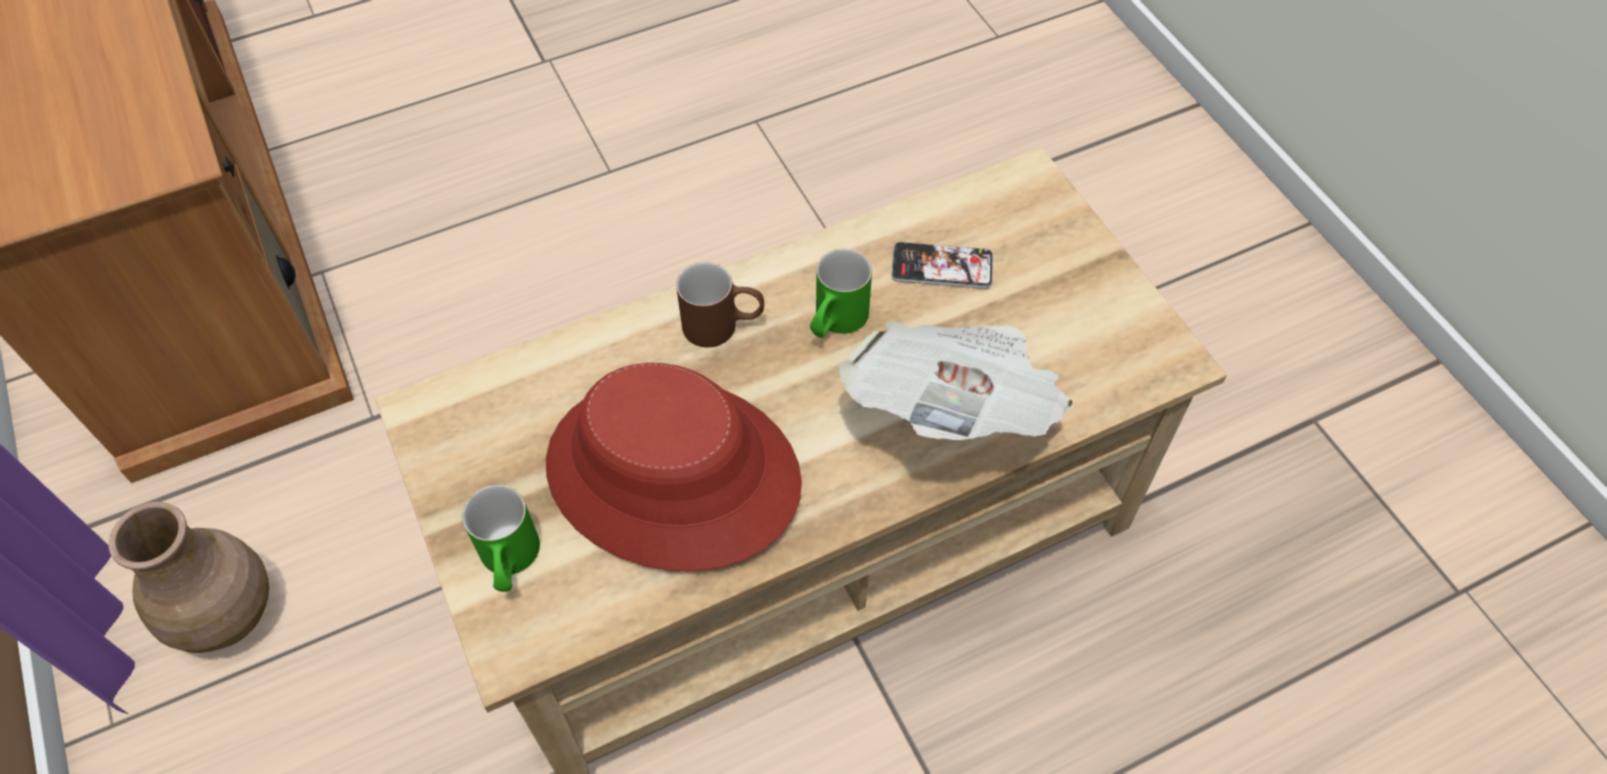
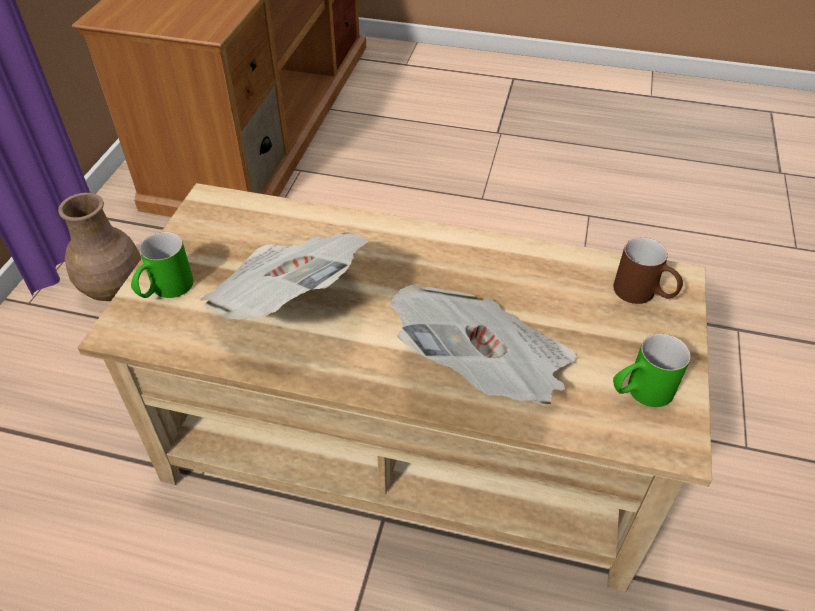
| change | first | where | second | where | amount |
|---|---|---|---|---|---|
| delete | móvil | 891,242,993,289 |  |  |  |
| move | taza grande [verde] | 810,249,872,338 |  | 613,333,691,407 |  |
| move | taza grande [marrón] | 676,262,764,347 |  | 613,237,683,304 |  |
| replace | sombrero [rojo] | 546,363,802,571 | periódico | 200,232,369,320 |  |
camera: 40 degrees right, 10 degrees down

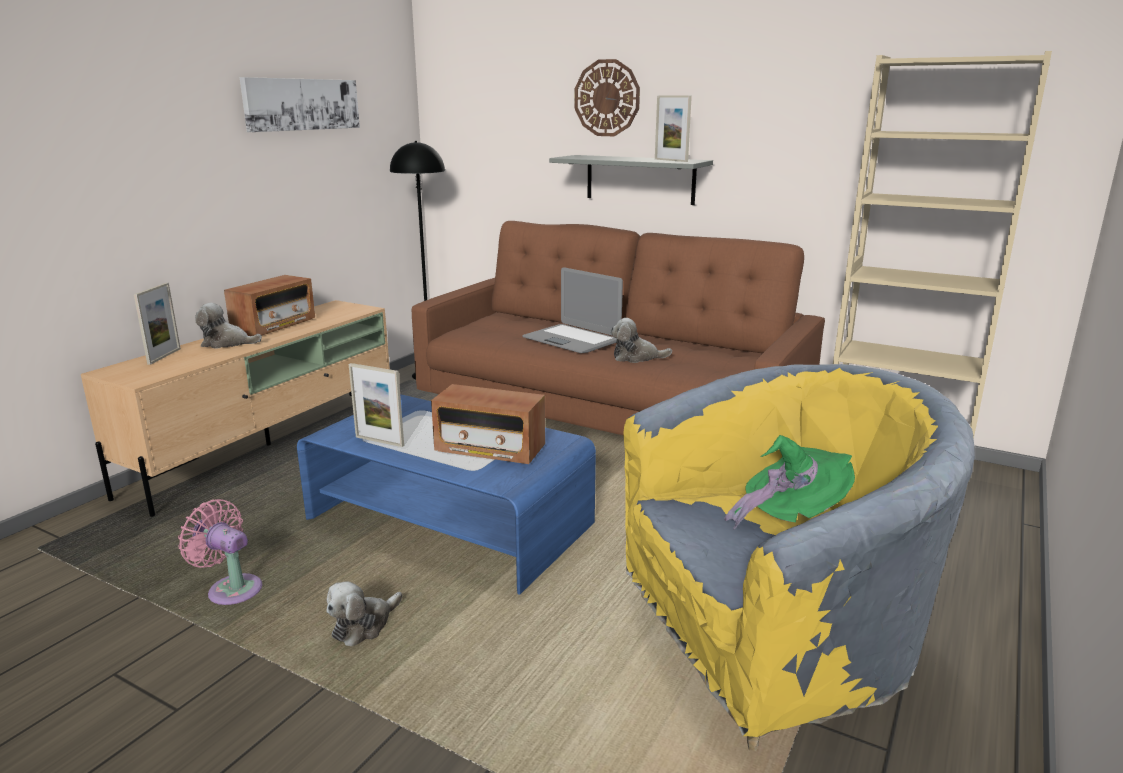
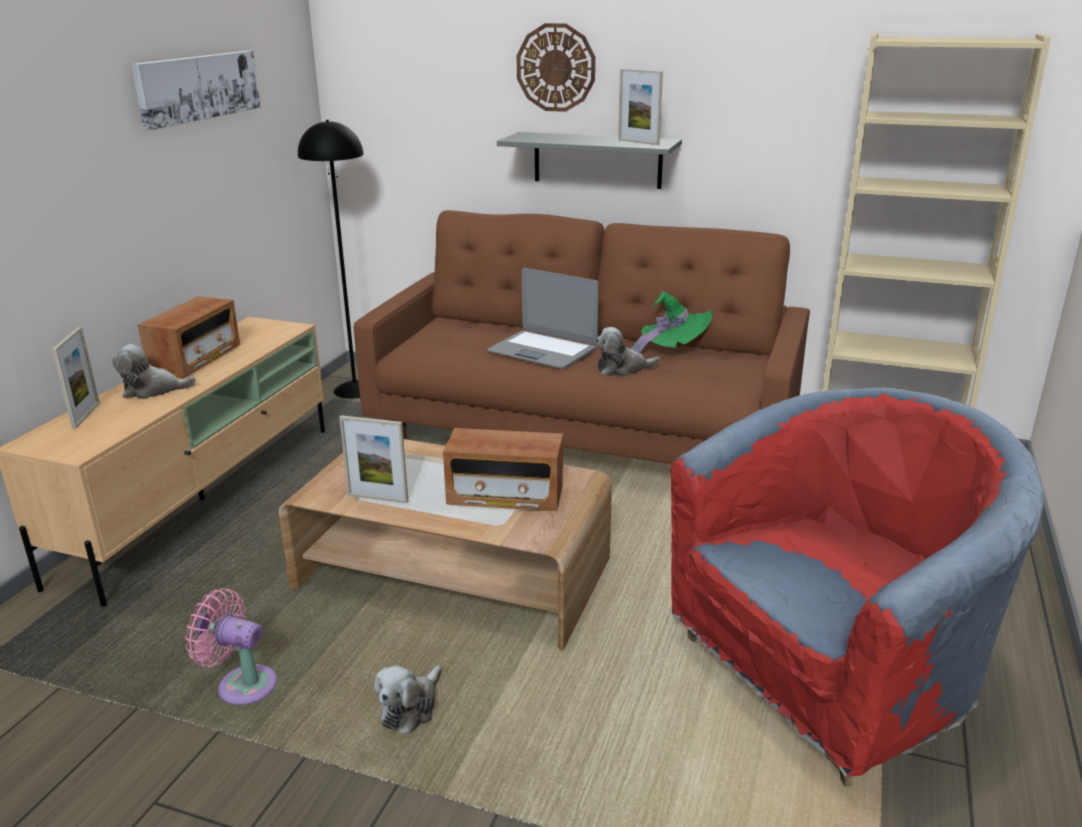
| change | first | where | second | where | amount |
|---|---|---|---|---|---|
| recolor | sillón [amarillo] | 623,364,975,751 | sillón [rojo] | 670,388,1044,787 |  |
| recolor | mesa de centro [azul] | 297,394,596,594 | mesa de centro [marrón] | 279,439,612,651 |  |
| move | sombrero [verde] | 724,435,855,530 |  | 631,291,712,353 |  |
camera: 10 degrees left, 5 degrees up

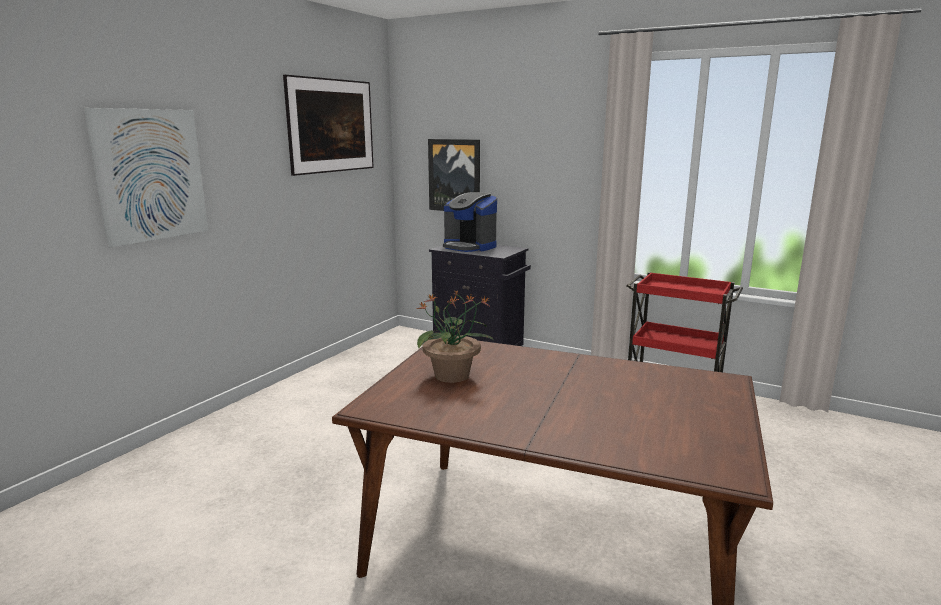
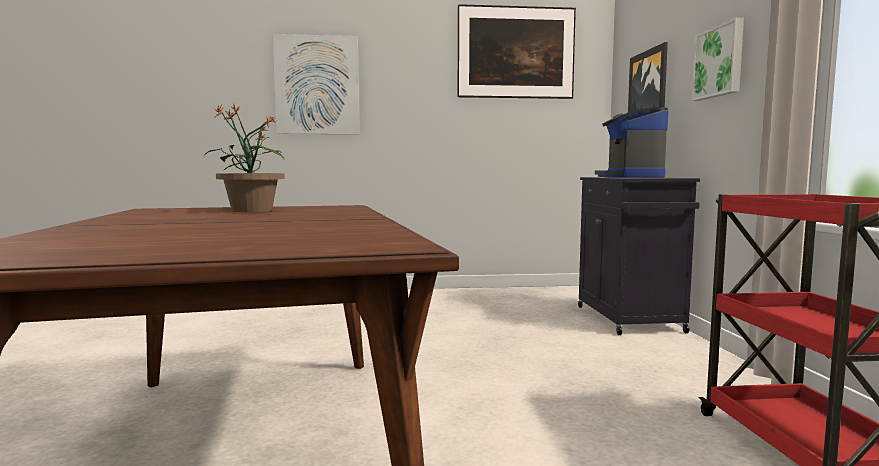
| change | first | where | second | where | amount |
|---|---|---|---|---|---|
| insert |  |  | cuadro | 691,18,744,101 |  |
camera: 55 degrees right, 10 degrees down

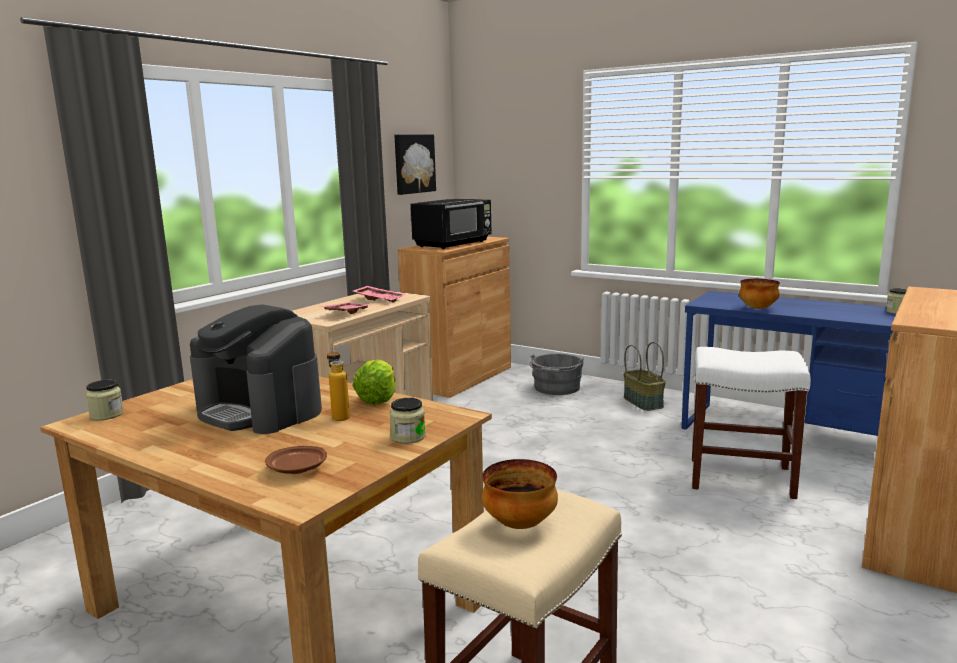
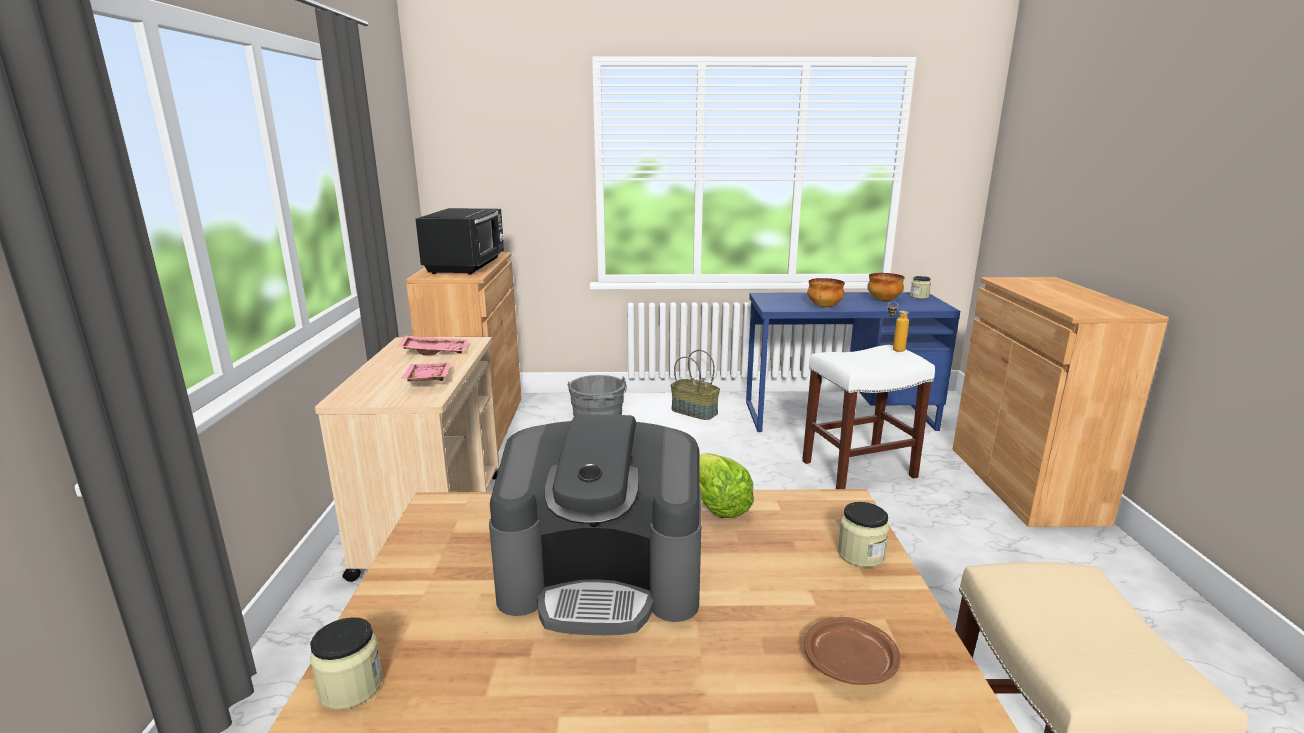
| change | first | where | second | where | amount |
|---|---|---|---|---|---|
| delete | cuadro | 394,134,436,195 |  |  |  |
| move | botella | 327,346,350,421 |  | 888,301,909,352 |  |
| move | cuenco | 482,459,558,529 |  | 867,273,905,301 |  |
camera: 35 degrees left, 5 degrees up

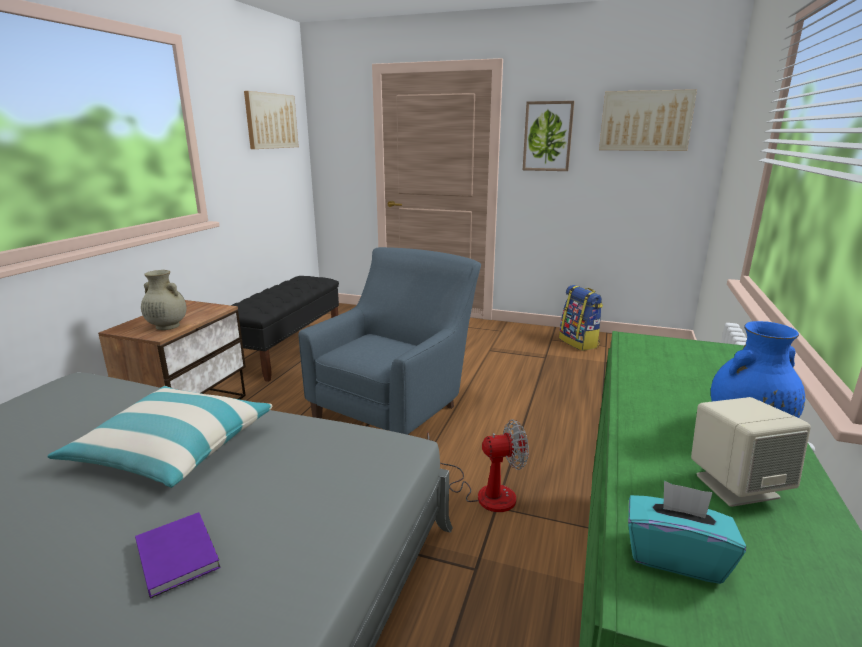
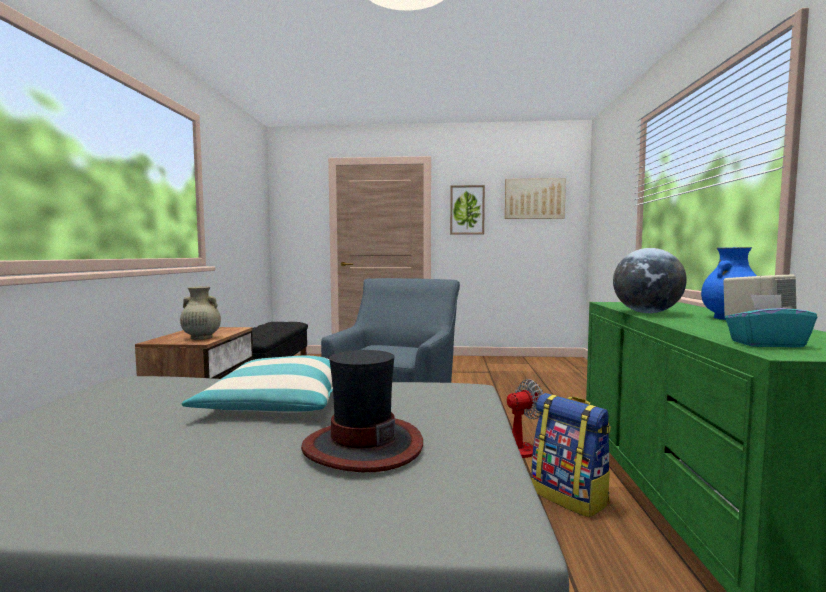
| change | first | where | second | where | amount |
|---|---|---|---|---|---|
| delete | cuadro | 244,91,299,149 |  |  |  |
| move | mochila | 559,285,603,351 |  | 531,393,611,518 |  |
| replace | libro [morado] | 135,512,221,599 | sombrero | 301,350,423,472 |  |
| insert |  |  | globo terráqueo | 613,248,687,313 |  |
camera: 15 degrees left, 15 degrees down

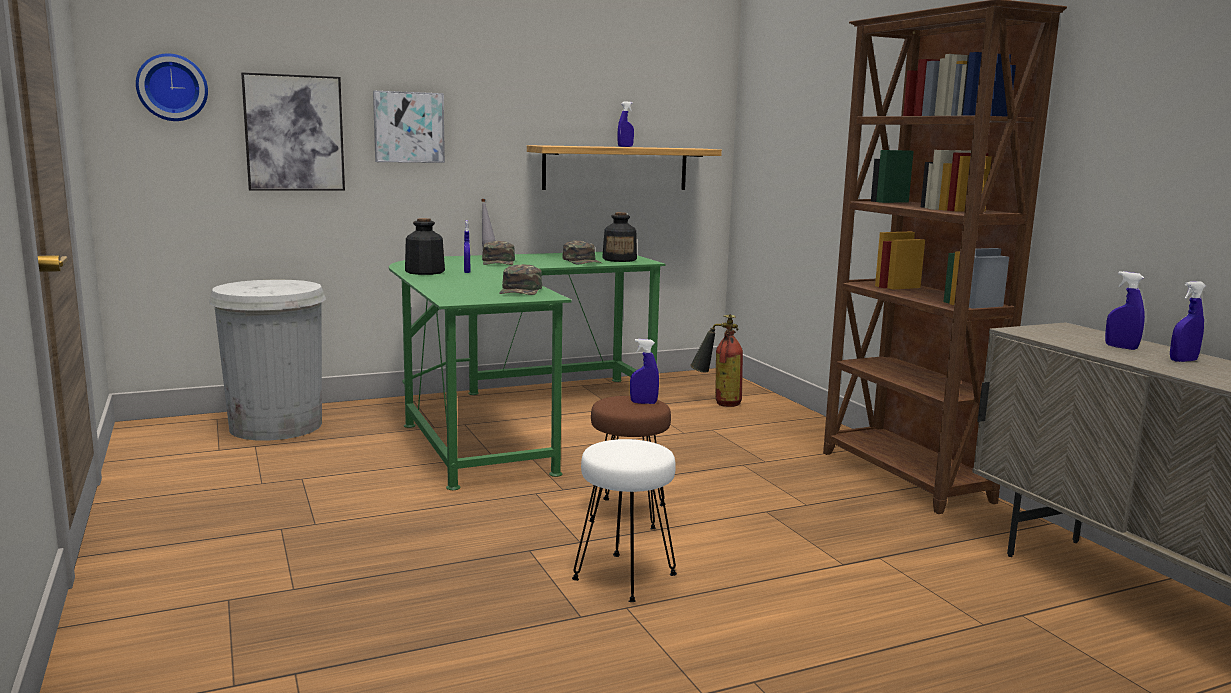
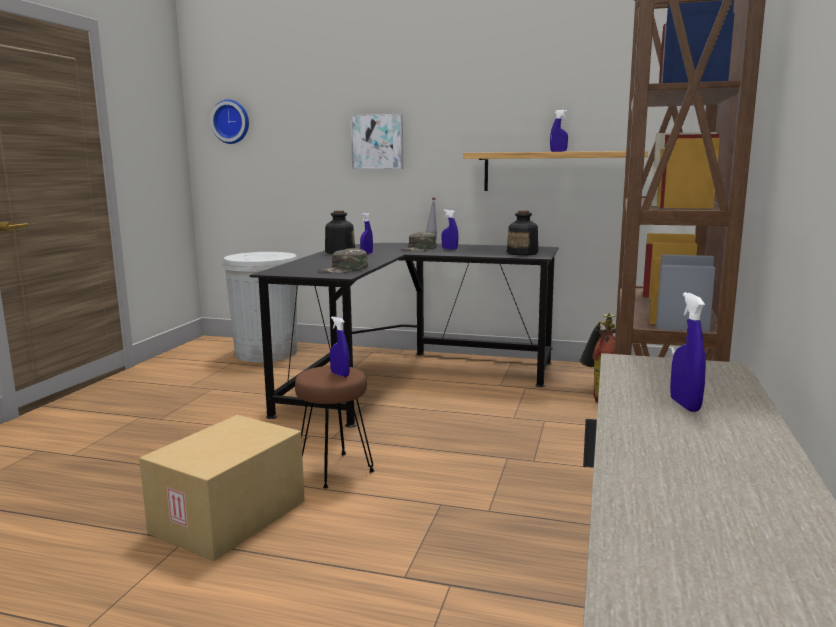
| change | first | where | second | where | amount |
|---|---|---|---|---|---|
| delete | cuadro | 241,72,345,191 |  |  |  |
| delete | gorra [verde] | 563,241,601,264 |  |  |  |
| recolor | escritorio [verde] | 389,252,665,490 | escritorio [negro] | 250,243,559,428 |  |
| move | pulverizador [azul] | 1170,282,1206,362 |  | 441,209,458,250 |  |
| replace | taburete [blanco] | 572,439,677,602 | caja de cartón | 139,415,305,561 |  |
camera: 40 degrees right, 0 degrees up

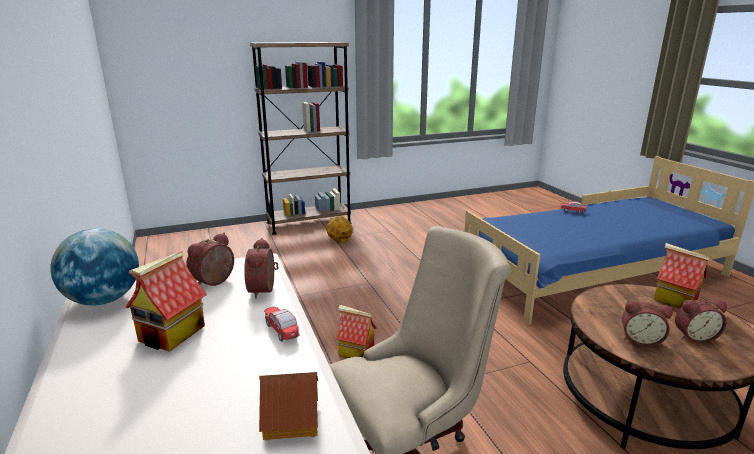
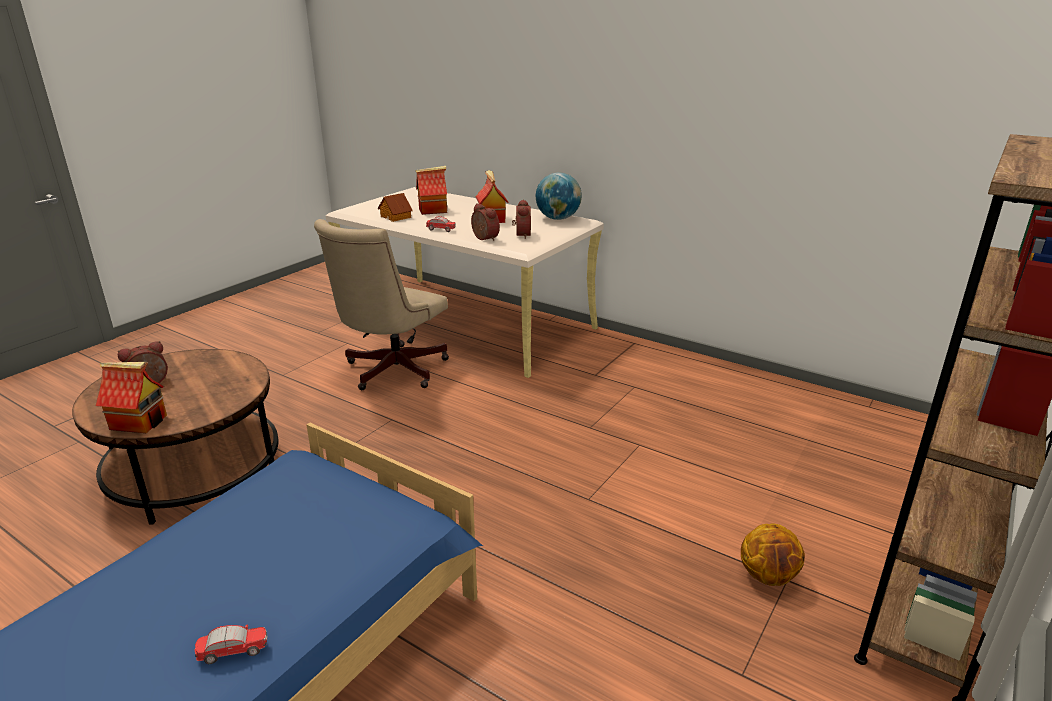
| change | first | where | second | where | amount |
|---|---|---|---|---|---|
| delete | despertador | 622,300,673,347 |  |  |  |
| move | casita | 336,305,377,358 |  | 415,166,447,215 |  |
camera: 145 degrees right, 5 degrees up

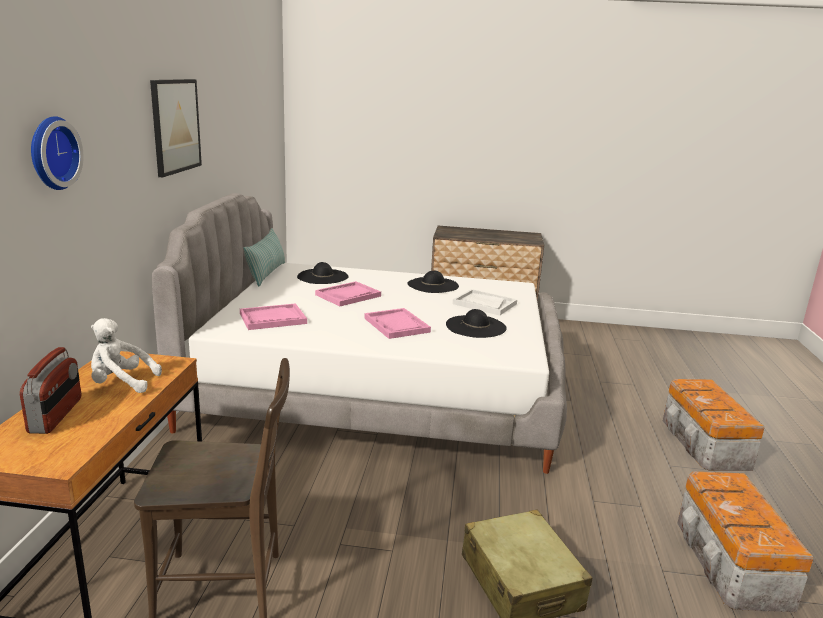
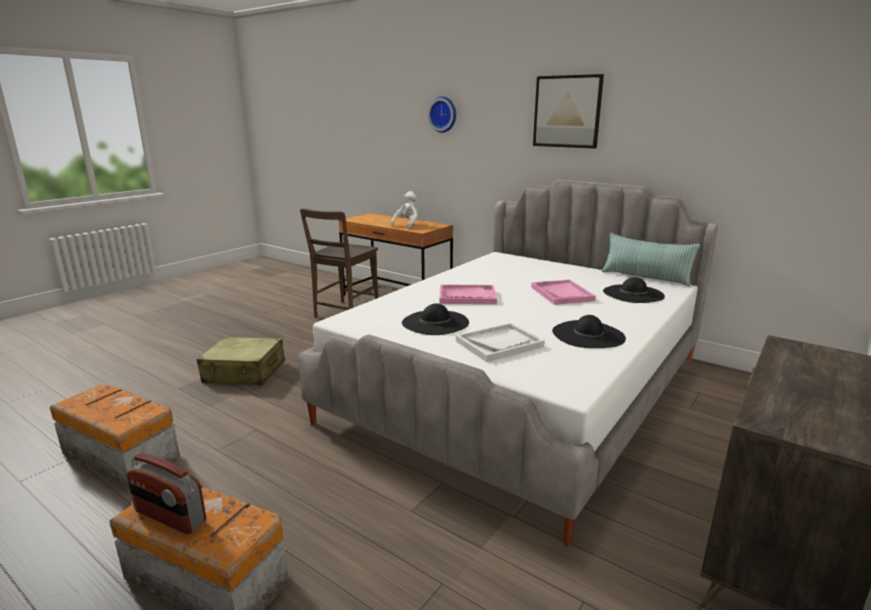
| change | first | where | second | where | amount |
|---|---|---|---|---|---|
| delete | bandeja [rosa] | 240,303,307,330 |  |  |  |
| move | radio | 20,347,81,434 |  | 127,453,206,534 |  |
camera: 120 degrees right, 0 degrees up

